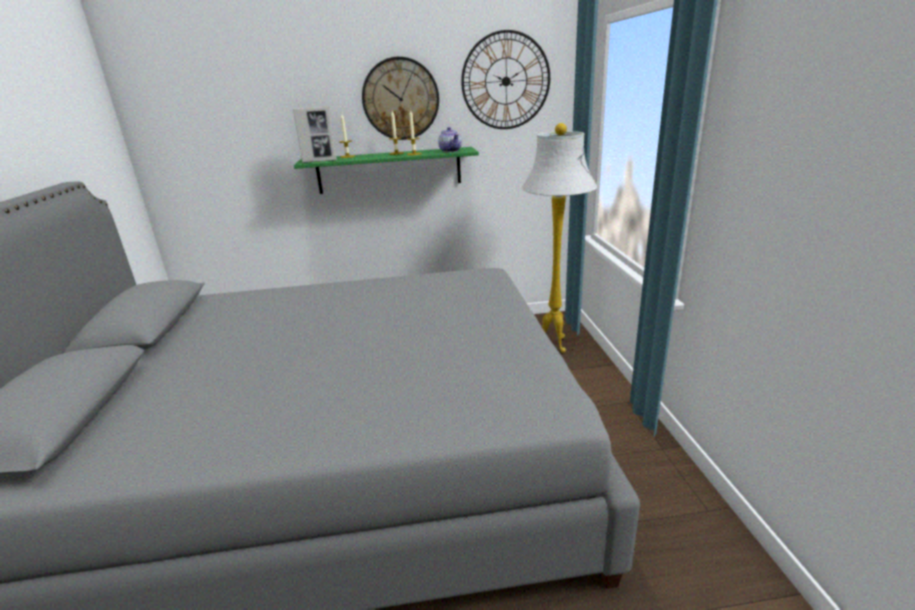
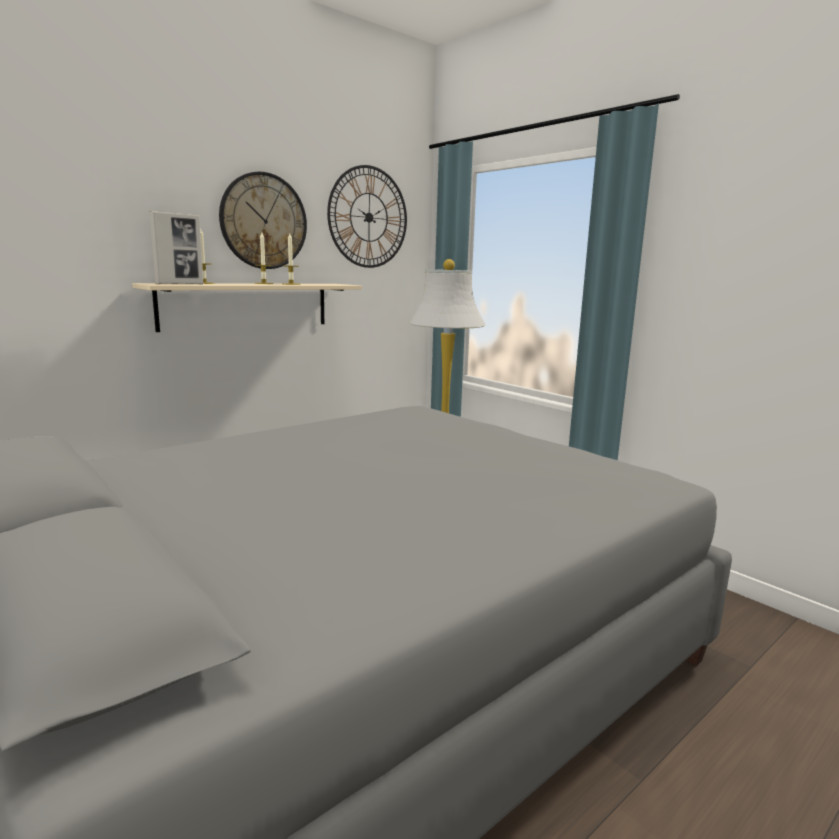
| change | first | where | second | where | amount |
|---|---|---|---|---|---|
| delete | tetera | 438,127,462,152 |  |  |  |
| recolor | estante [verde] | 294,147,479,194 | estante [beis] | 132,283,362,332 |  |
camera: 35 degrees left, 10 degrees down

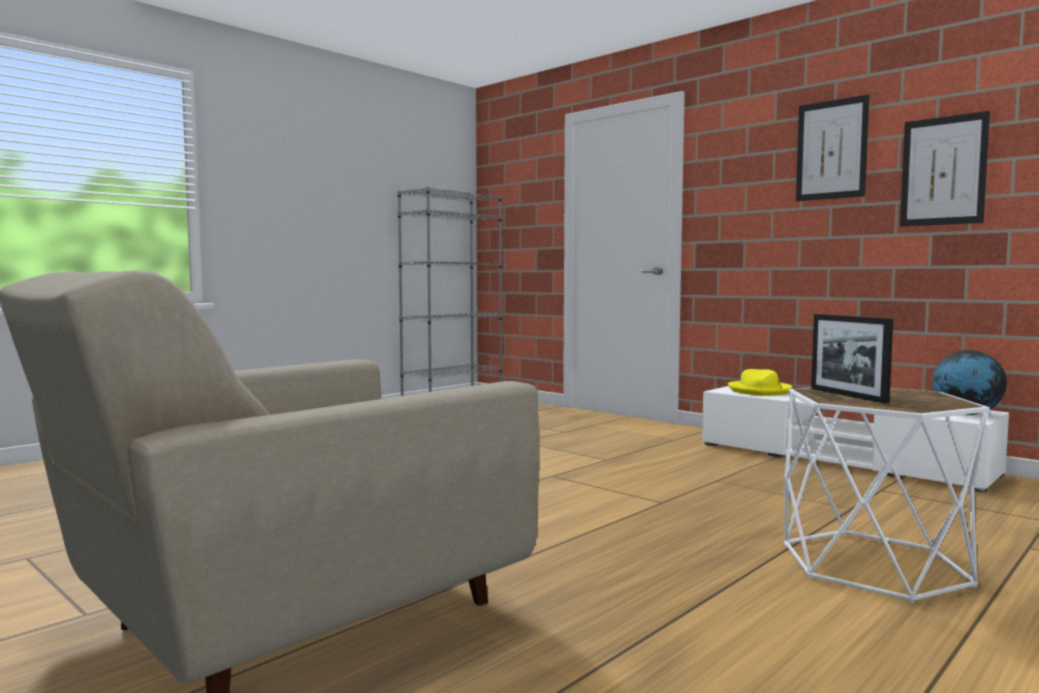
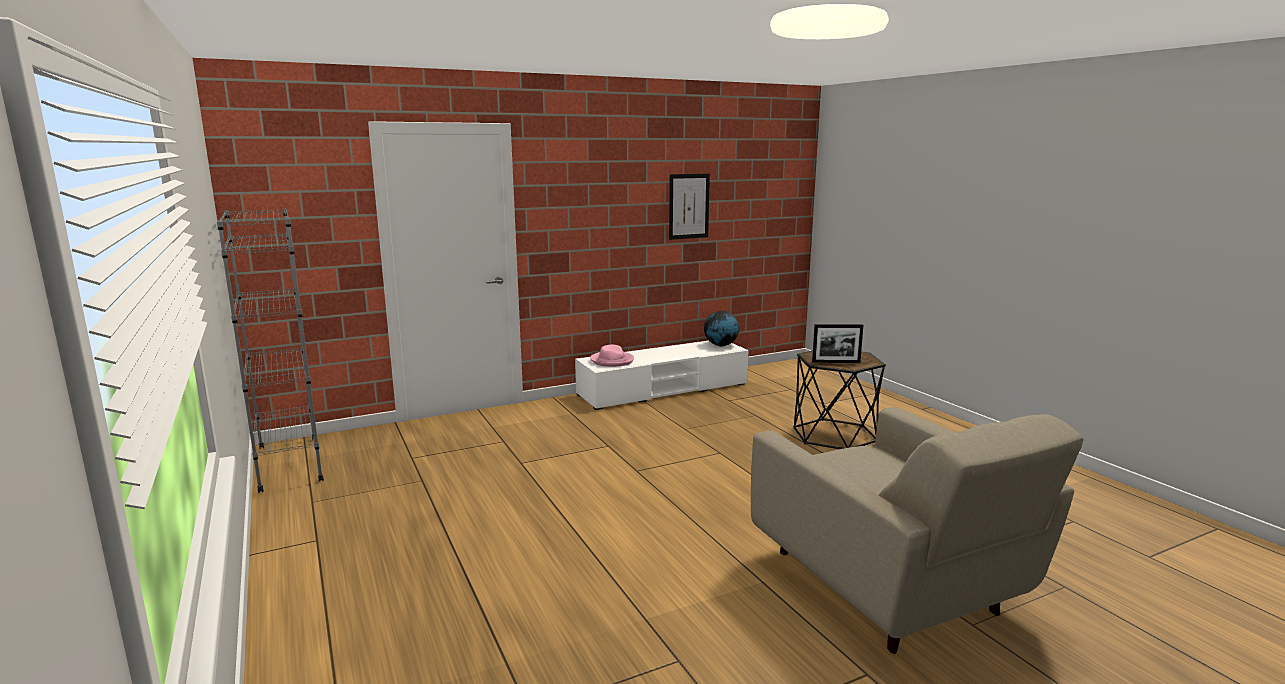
| change | first | where | second | where | amount |
|---|---|---|---|---|---|
| delete | cuadro | 796,94,869,201 |  |  |  |
| recolor | sombrero [amarillo] | 728,369,793,396 | sombrero [rosa] | 590,344,634,367 |  |
| recolor | mesa auxiliar [blanco] | 784,388,990,604 | mesa auxiliar [negro] | 793,351,886,449 |  |
camera: 70 degrees left, 10 degrees up

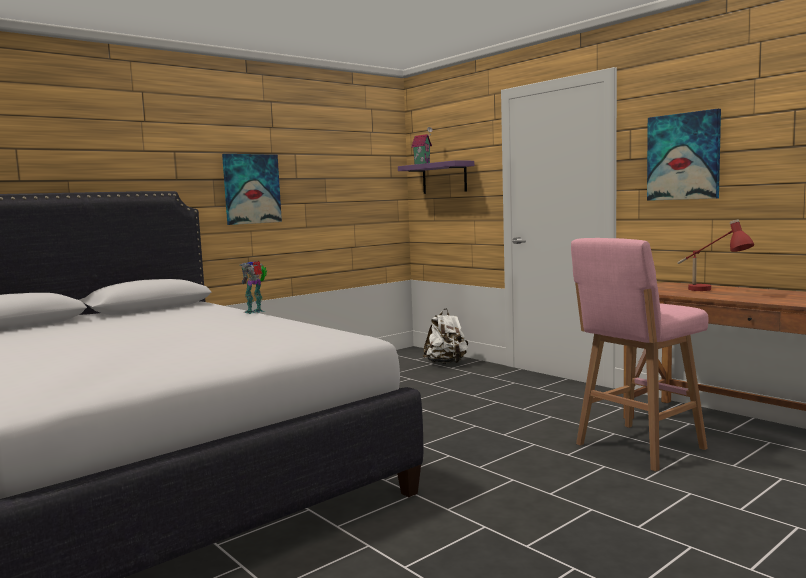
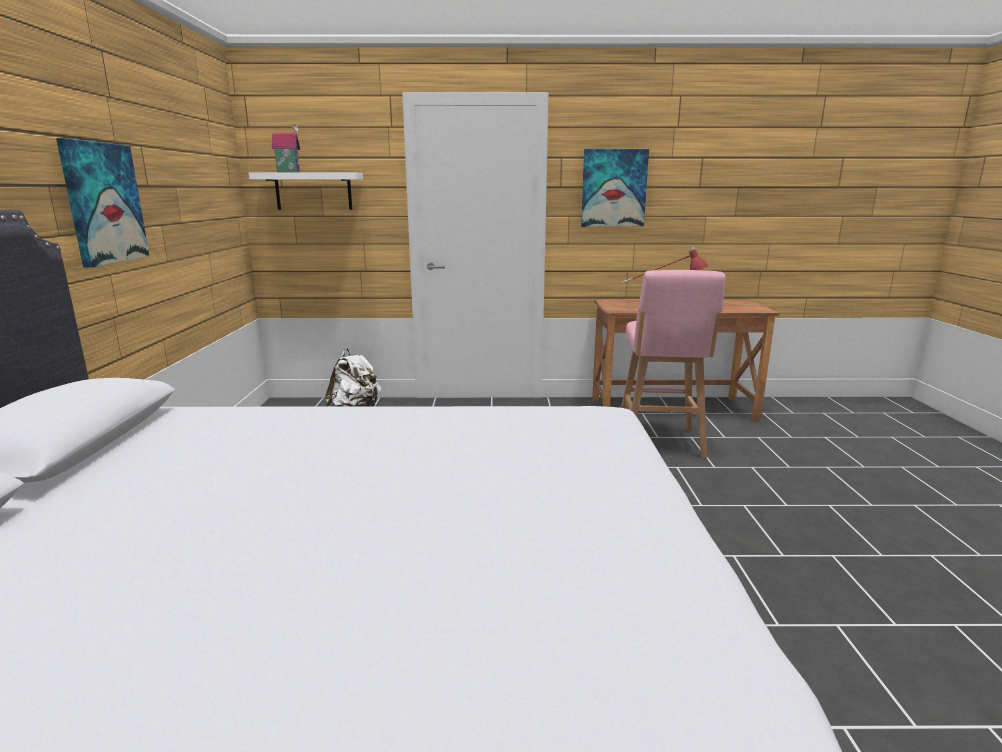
| change | first | where | second | where | amount |
|---|---|---|---|---|---|
| recolor | estante [morado] | 398,160,474,194 | estante [blanco] | 249,172,363,210 |  |
| delete | robot de juguete | 240,261,267,314 |  |  |  |
camera: 50 degrees left, 10 degrees up

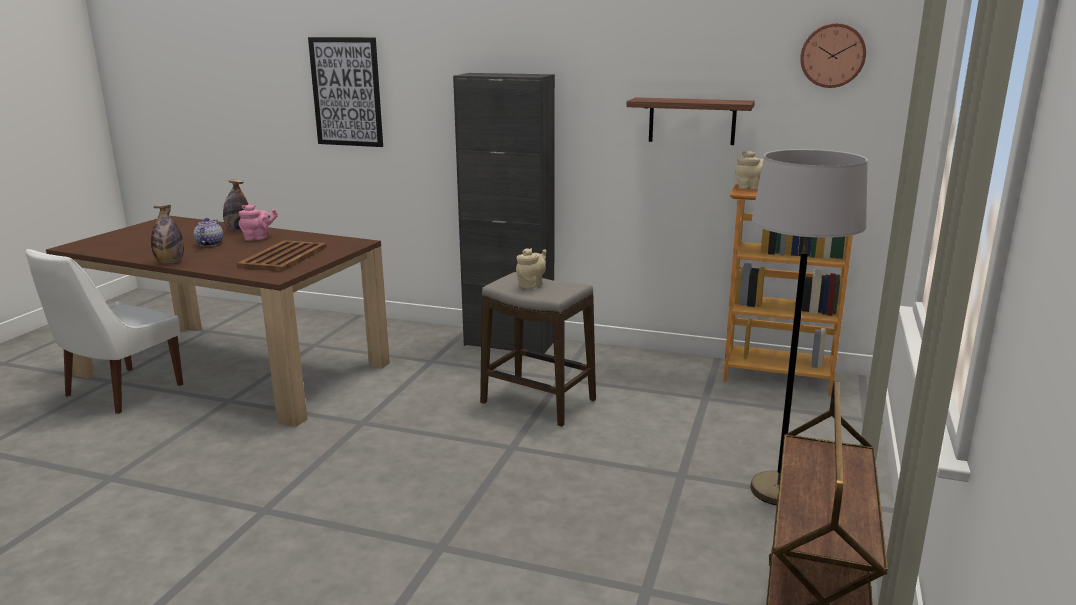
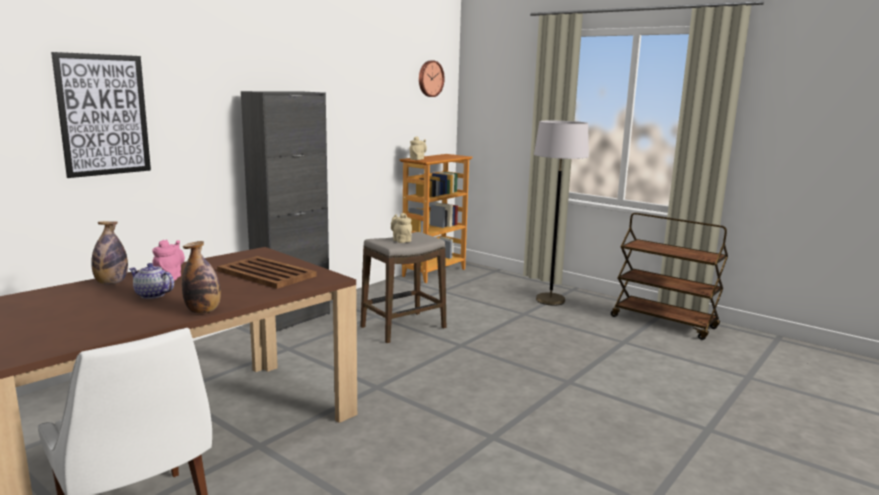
| change | first | where | second | where | amount |
|---|---|---|---|---|---|
| delete | estante | 626,97,755,145 |  |  |  |
camera: 70 degrees left, 5 degrees down

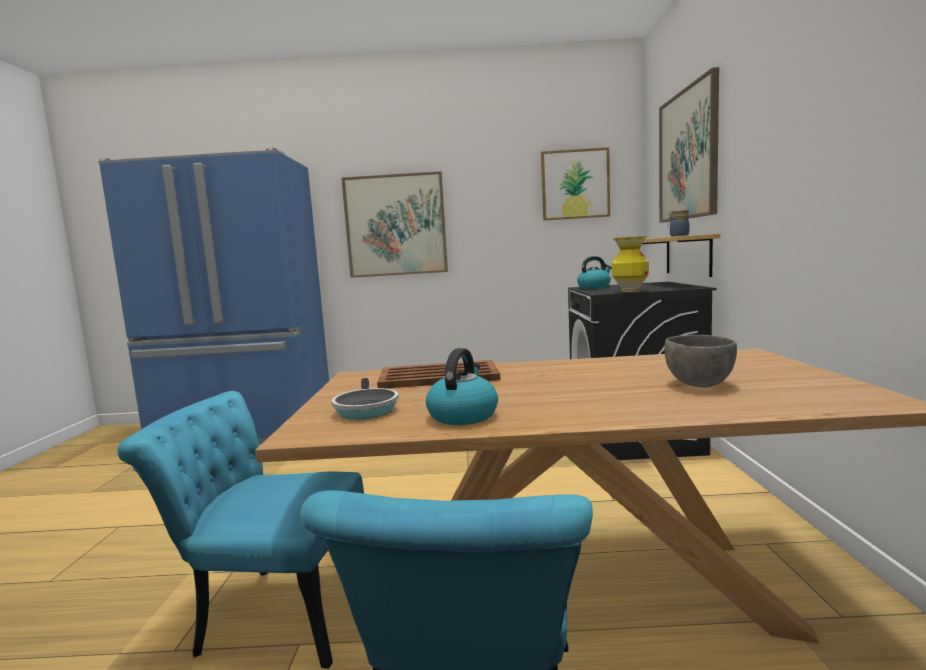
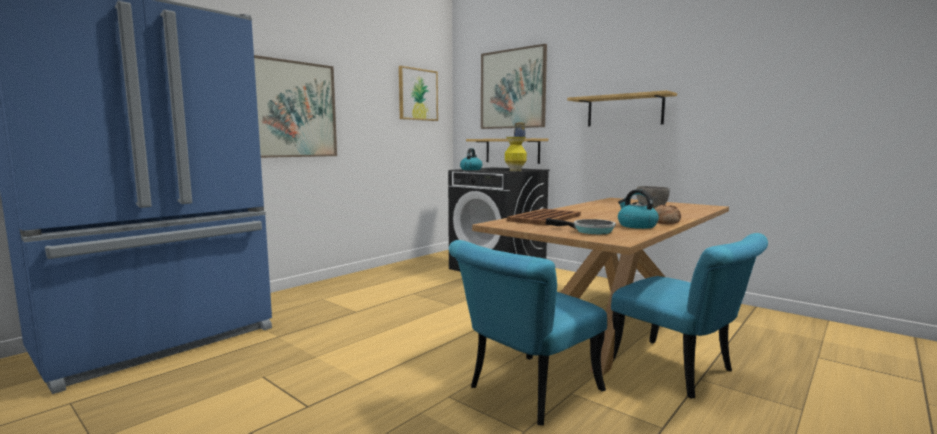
| change | first | where | second | where | amount |
|---|---|---|---|---|---|
| insert |  |  | estante | 567,90,677,127 |  |
| insert |  |  | pan | 655,205,681,224 |  |
camera: 50 degrees left, 0 degrees up

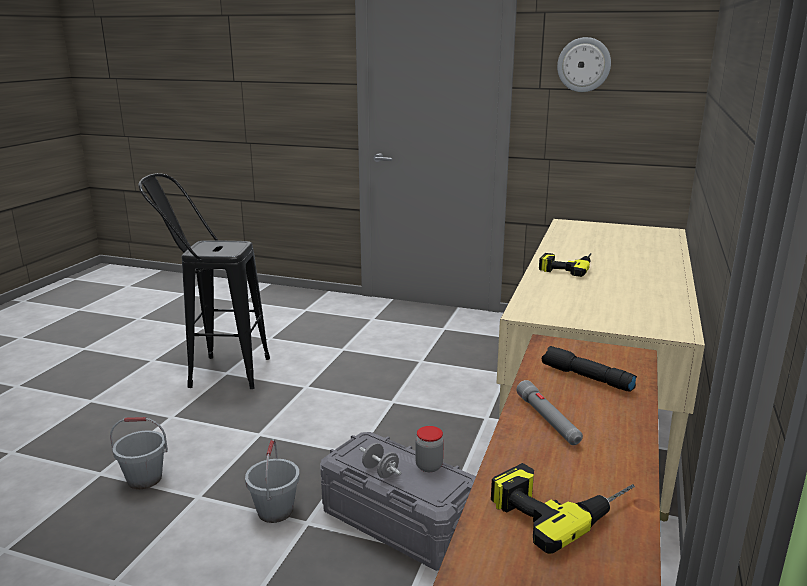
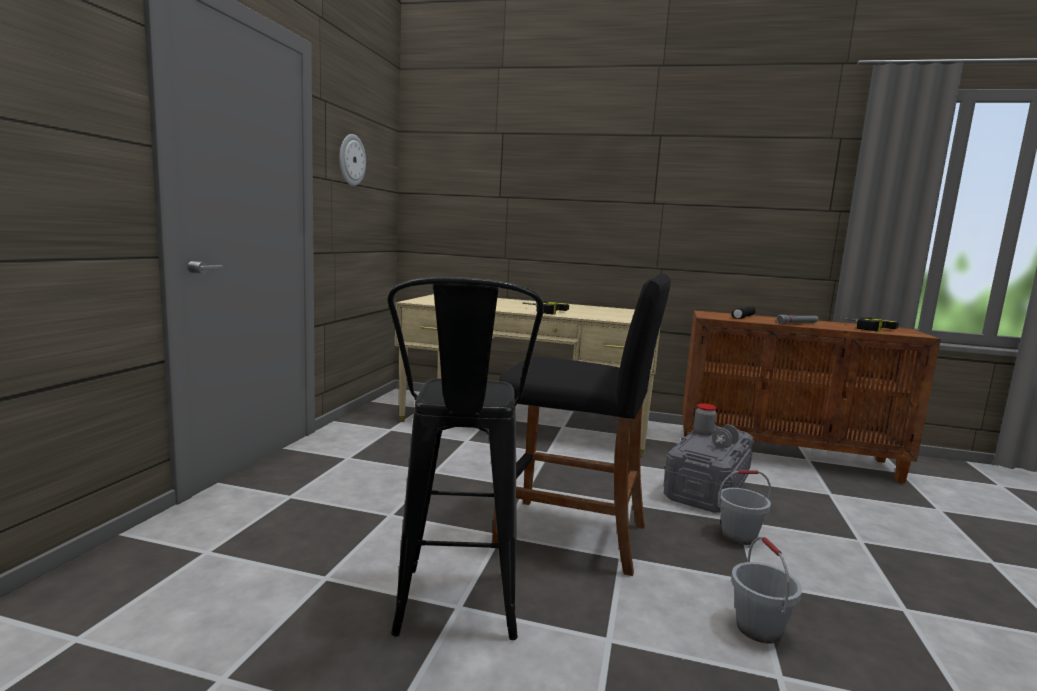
| change | first | where | second | where | amount |
|---|---|---|---|---|---|
| insert |  |  | taburete [negro] | 492,274,671,576 |  |
camera: 95 degrees left, 10 degrees down

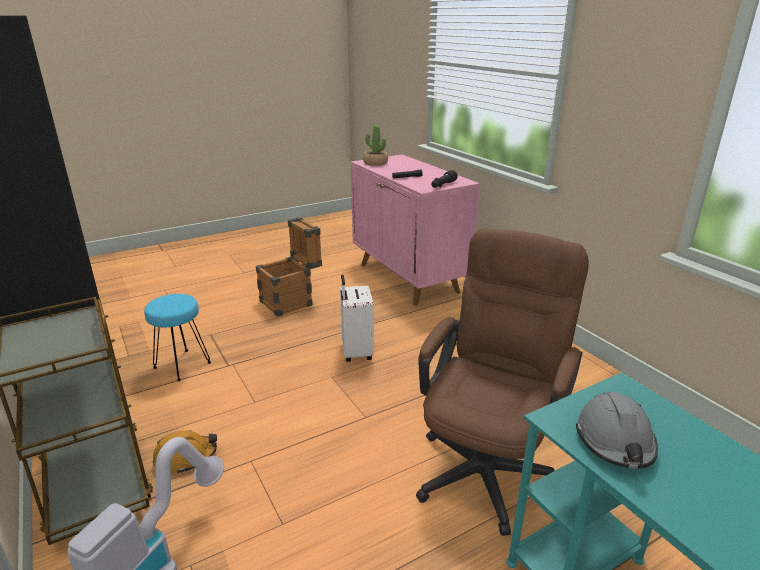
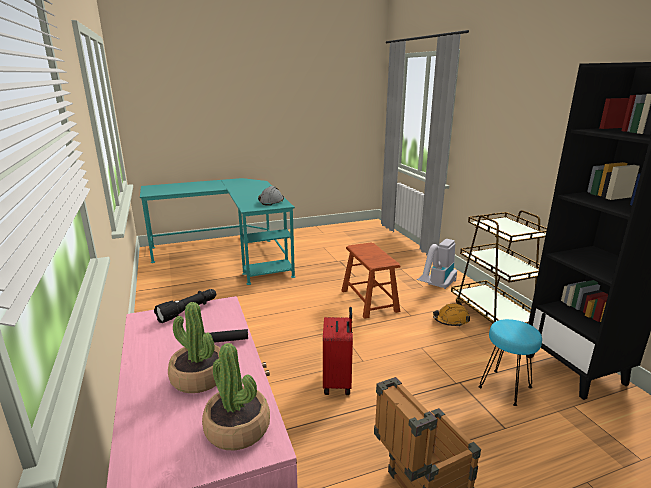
| change | first | where | second | where | amount |
|---|---|---|---|---|---|
| delete | silla de oficina [marrón] | 416,228,589,536 |  |  |  |
| recolor | maleta [blanco] | 340,274,374,362 | maleta [rojo] | 323,307,353,395 |  |
| insert |  |  | taburete [marrón] | 341,243,400,319 |  |
| insert |  |  | planta en maceta | 168,302,220,393 |  |
camera: 170 degrees left, 5 degrees down

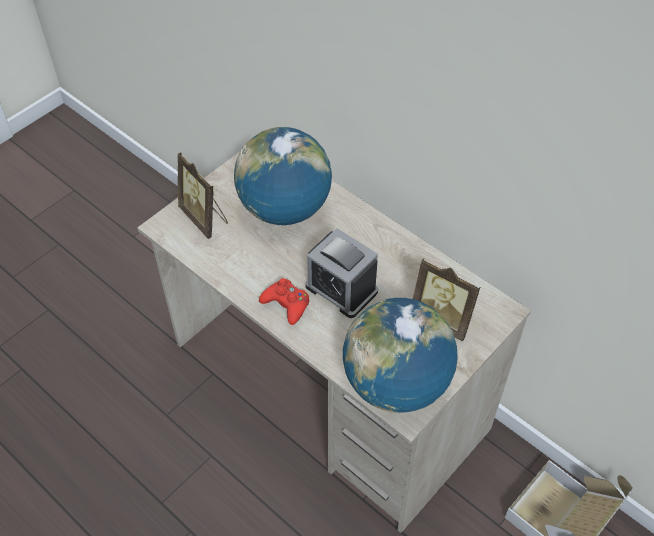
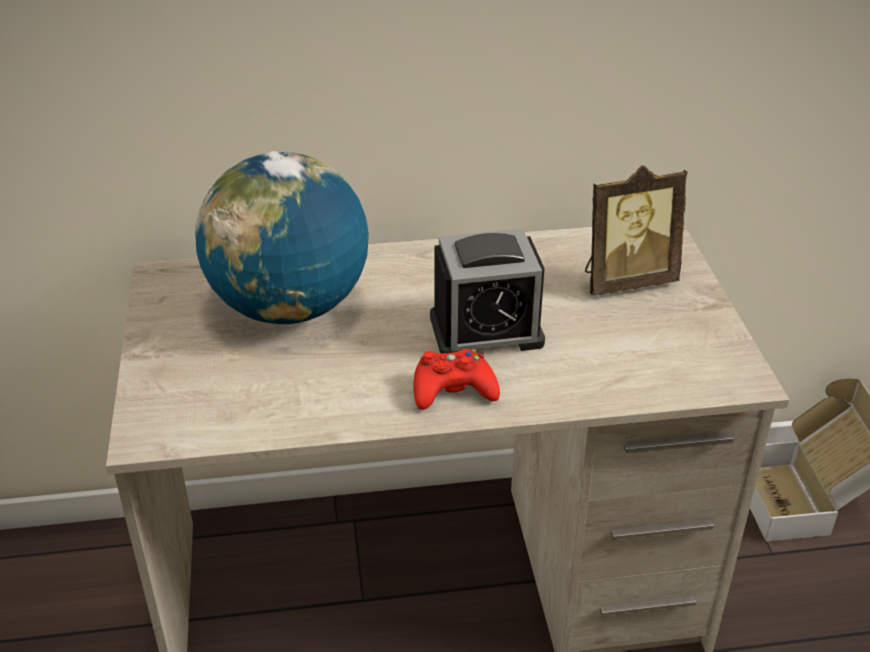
| change | first | where | second | where | amount |
|---|---|---|---|---|---|
| delete | portarretratos | 178,152,228,239 |  |  |  |
| delete | globo terráqueo | 343,298,458,413 |  |  |  |
camera: 50 degrees left, 15 degrees down

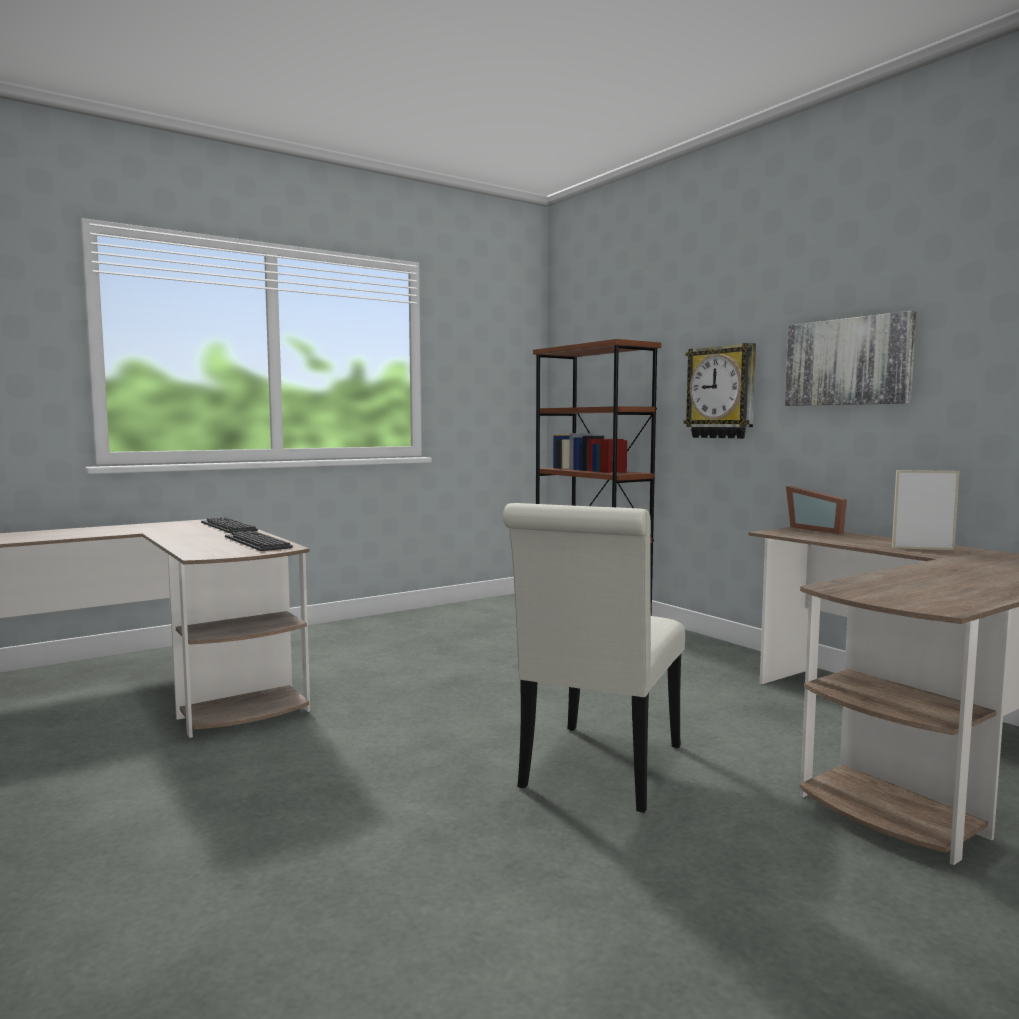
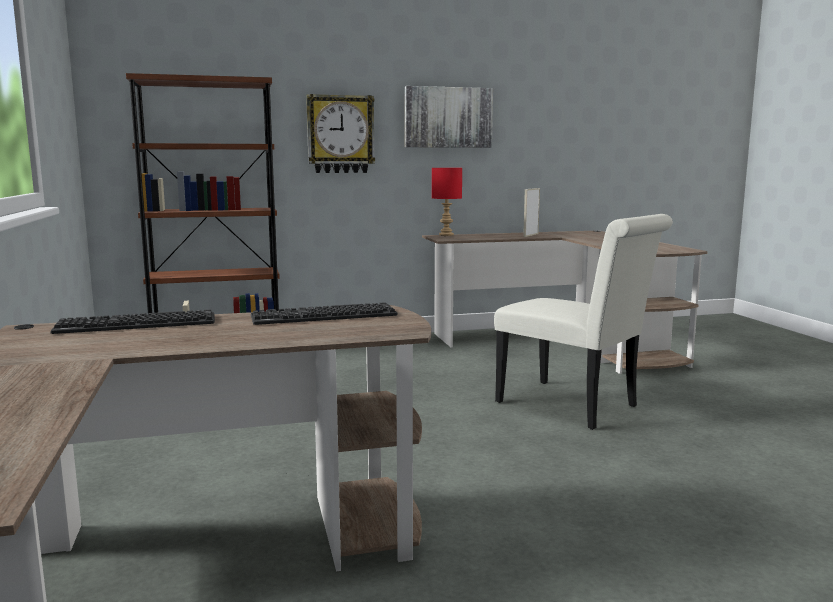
| change | first | where | second | where | amount |
|---|---|---|---|---|---|
| replace | portarretratos | 786,486,847,534 | lámpara de mesa [rojo] | 432,168,462,236 |  |
camera: 70 degrees left, 5 degrees up

